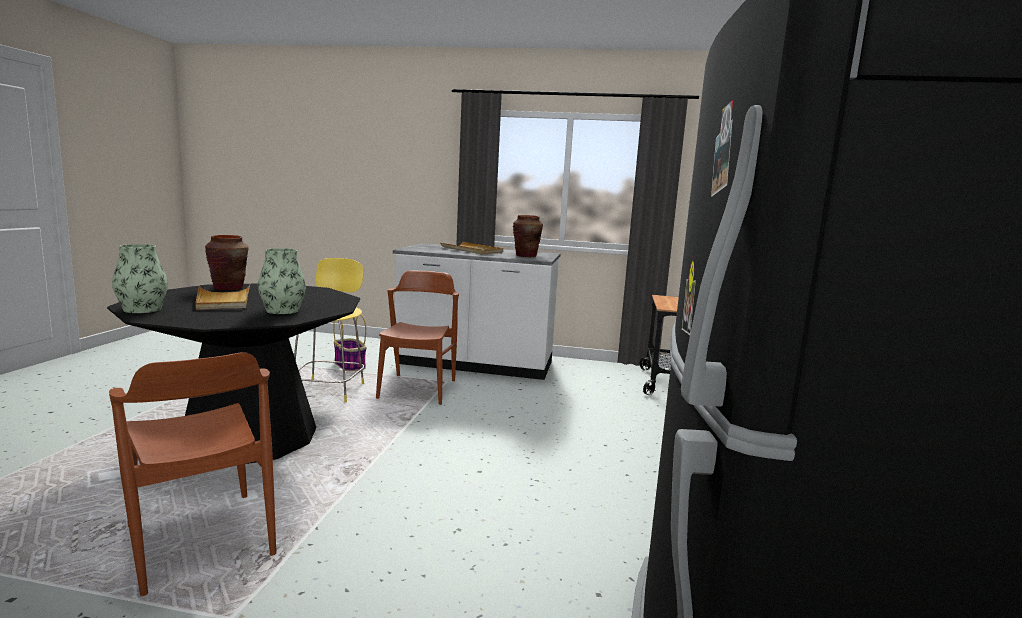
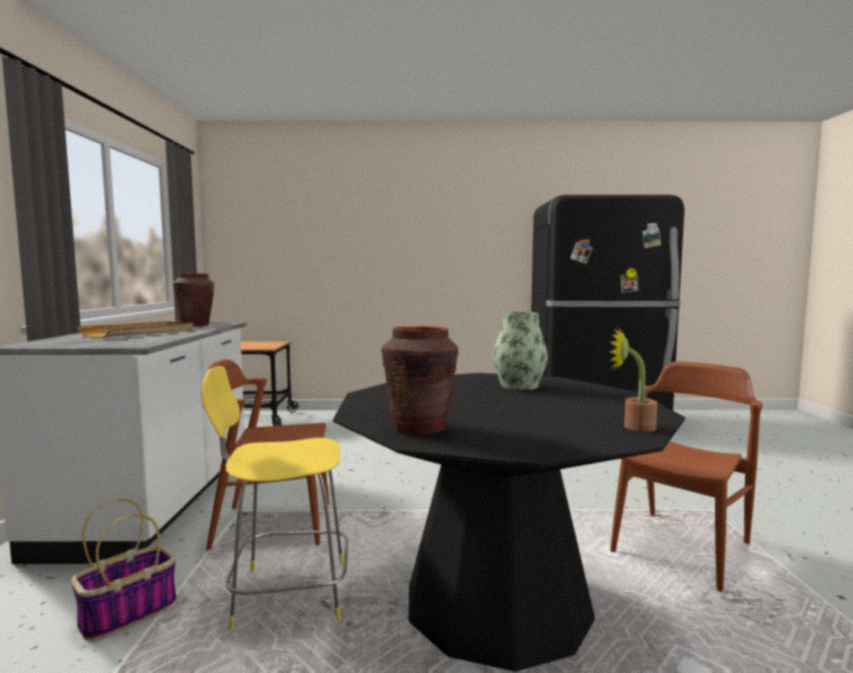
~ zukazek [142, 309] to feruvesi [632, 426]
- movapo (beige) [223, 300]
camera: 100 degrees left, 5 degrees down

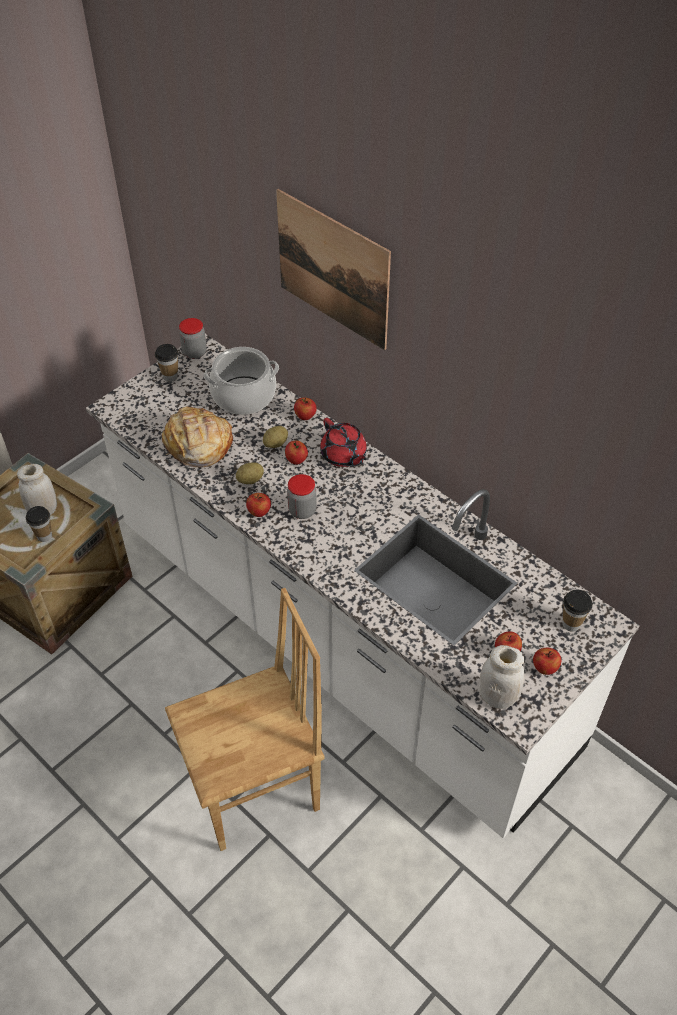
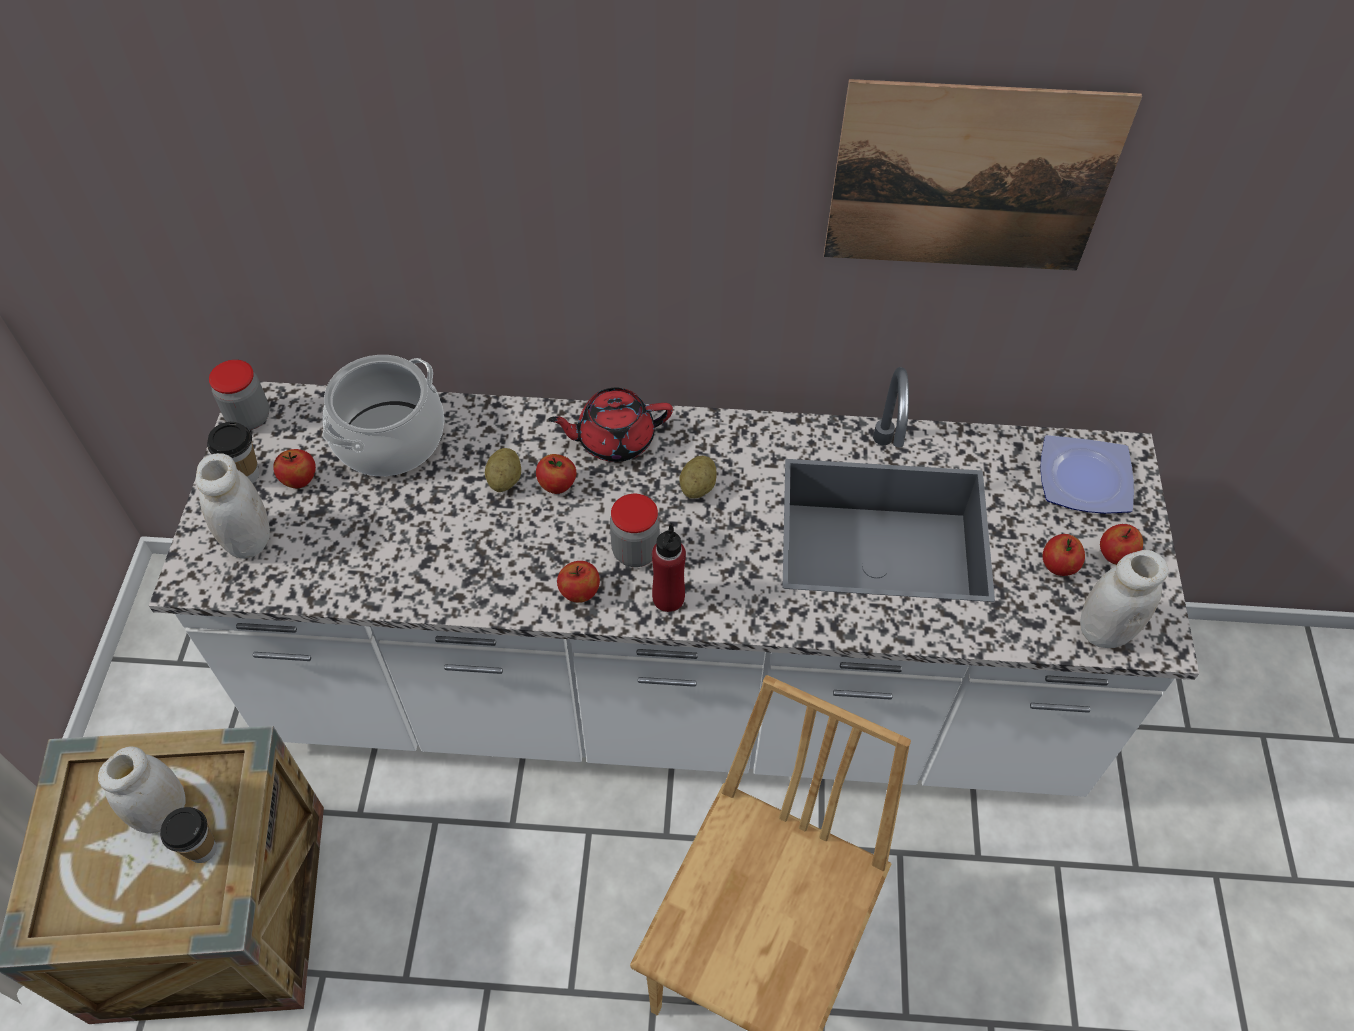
+ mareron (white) [248, 540]
~ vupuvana [305, 416] to [300, 480]
~ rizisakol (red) [343, 455] = [614, 439] 150 degrees clockwise
+ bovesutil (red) [668, 598]
~ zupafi [250, 480] to [698, 487]
~ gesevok [333, 269] to [970, 179]
~ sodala [571, 624] to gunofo [1086, 481]
- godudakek [197, 445]
camera: 40 degrees left, 5 degrees up

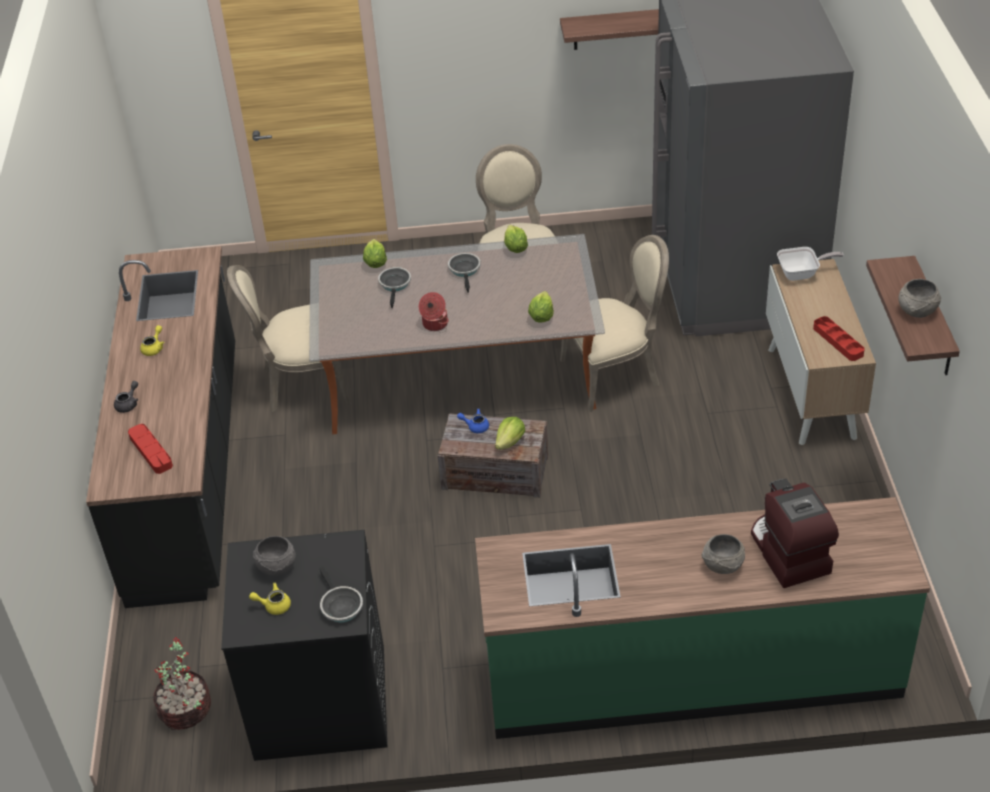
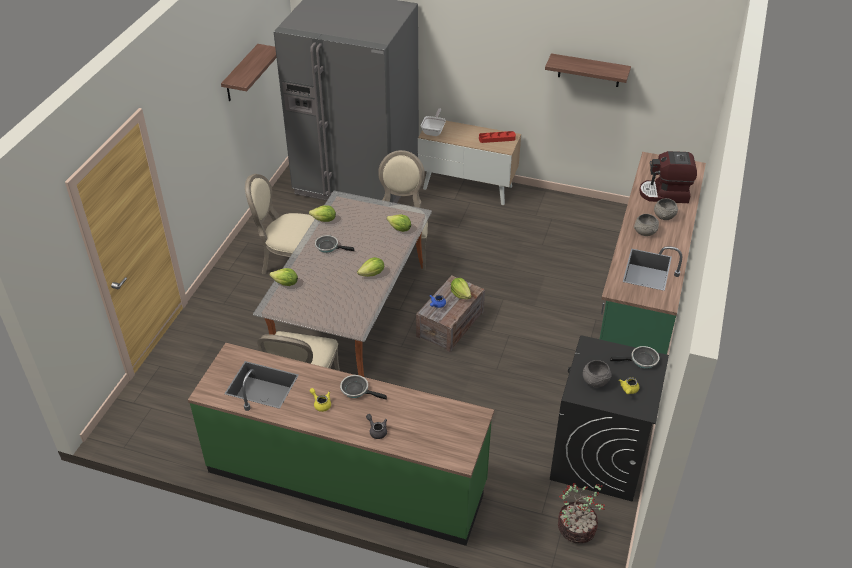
~ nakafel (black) [188, 470] to nakafel (green) [347, 477]
~ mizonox [395, 285] to [357, 390]
~ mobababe [434, 324] to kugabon [372, 274]
~ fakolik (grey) [917, 311] to [645, 232]
- movapo (red) [151, 451]
camera: 70 degrees left, 0 degrees up

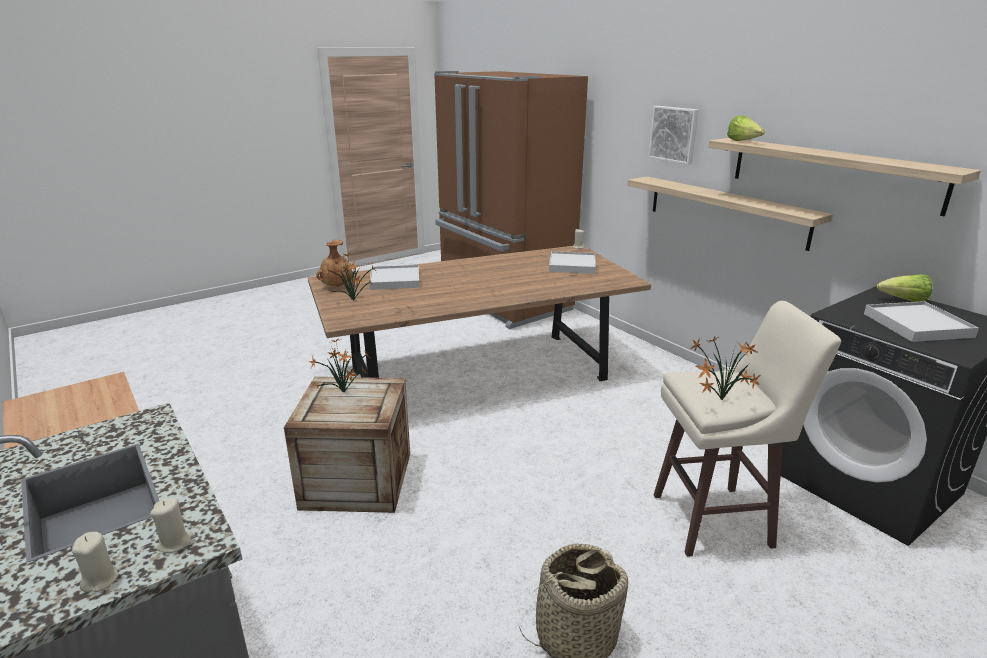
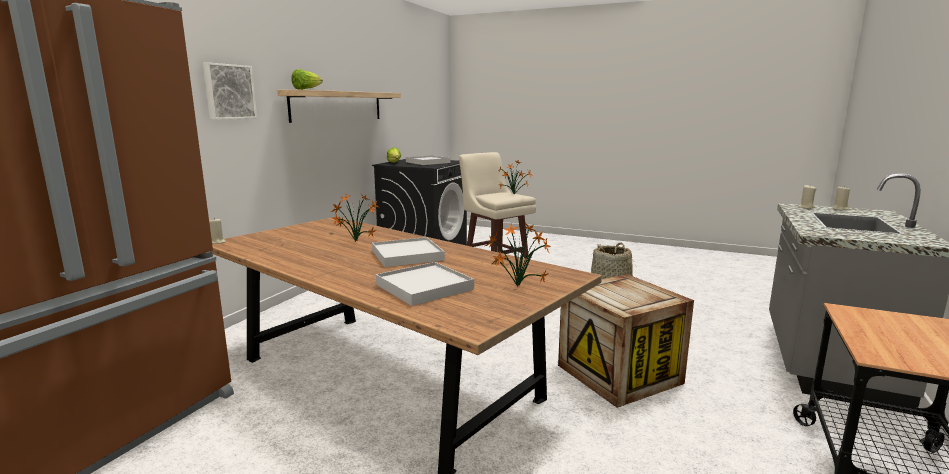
~ feruvesi [345, 392] to [355, 241]
~ movapo (white) [572, 265] to [407, 255]
- zukazek (brown) [337, 286]
- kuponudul [725, 211]
camera: 120 degrees left, 10 degrees down

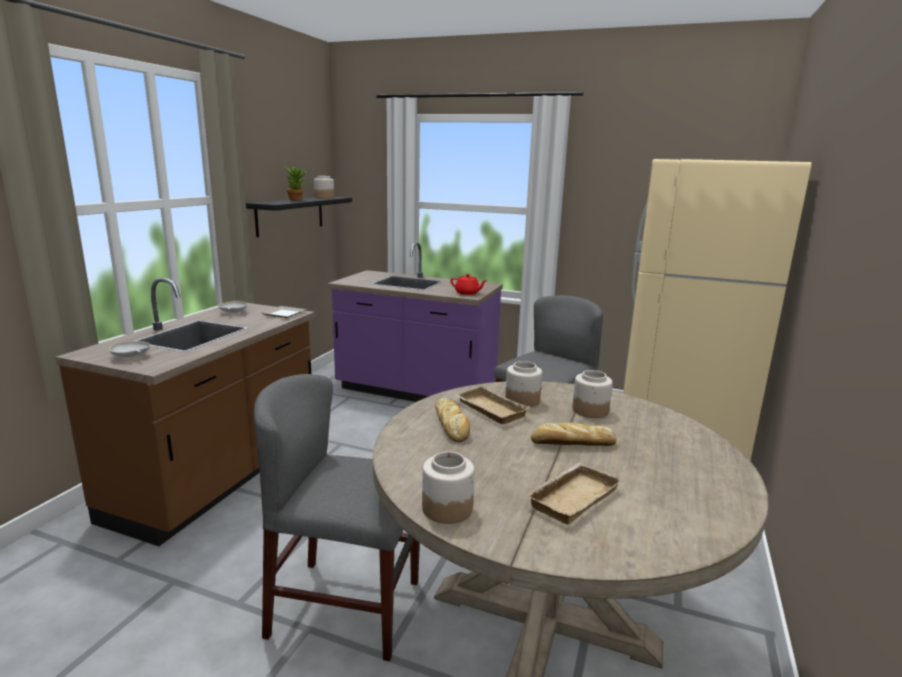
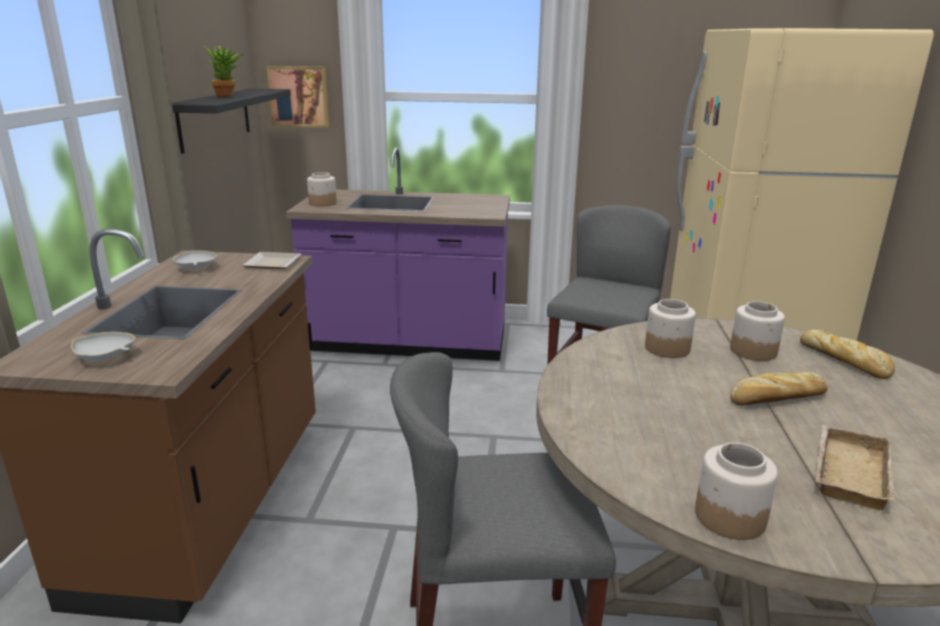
+ gesevok [299, 96]
~ mareron [324, 197] to [322, 203]
~ godudakek [452, 425] to [845, 361]
- rizisakol (red) [467, 293]
- movapo (beige) [488, 410]
camera: 15 degrees left, 5 degrees up

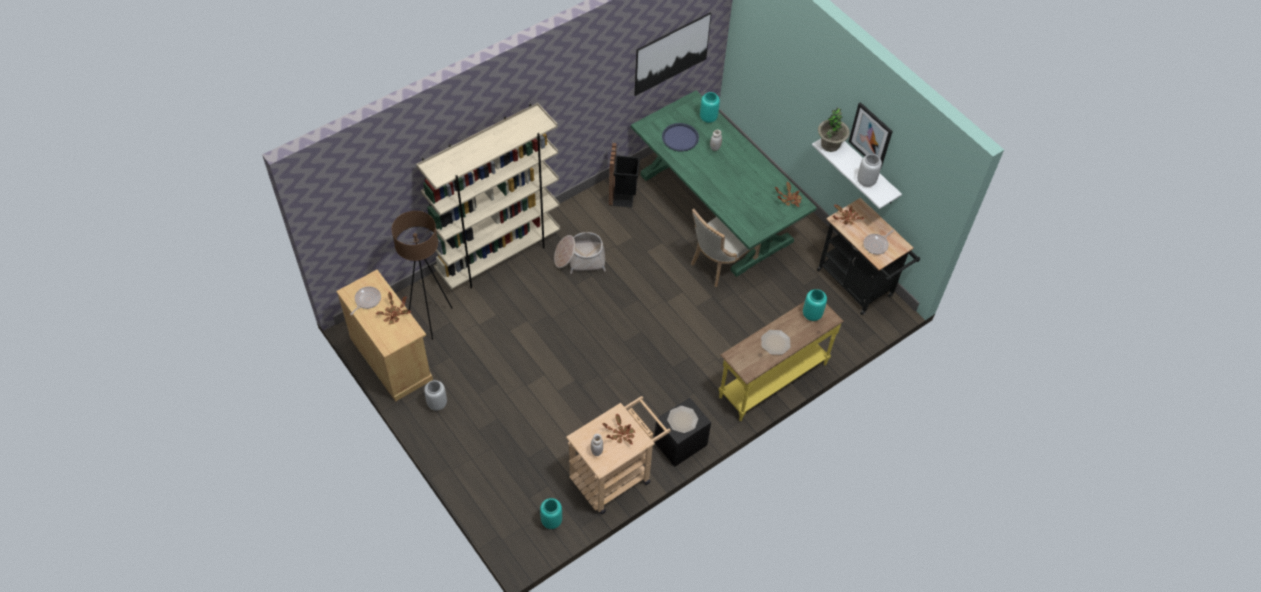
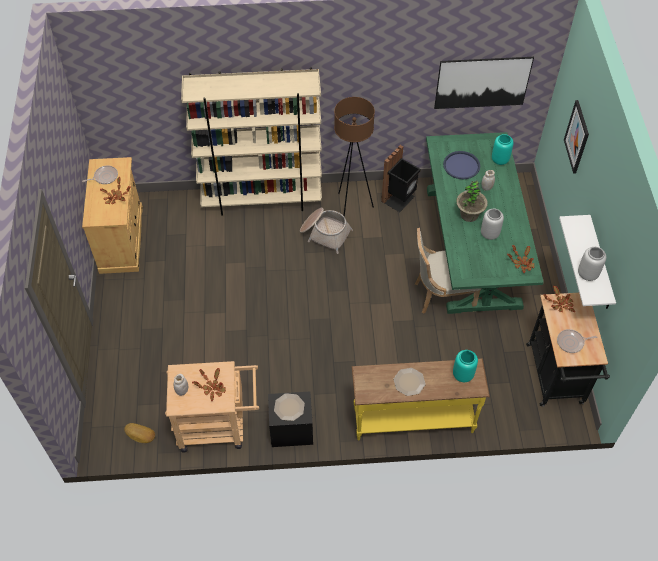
~ zukazek (turquoise) [552, 521] to godudakek [140, 434]
~ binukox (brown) [430, 319] to [351, 207]
~ feruvesi [830, 145] to [469, 214]
~ zukazek (grey) [437, 404] to [489, 234]
~ gesevok [871, 136] to [577, 137]
camera: 35 degrees right, 0 degrees up

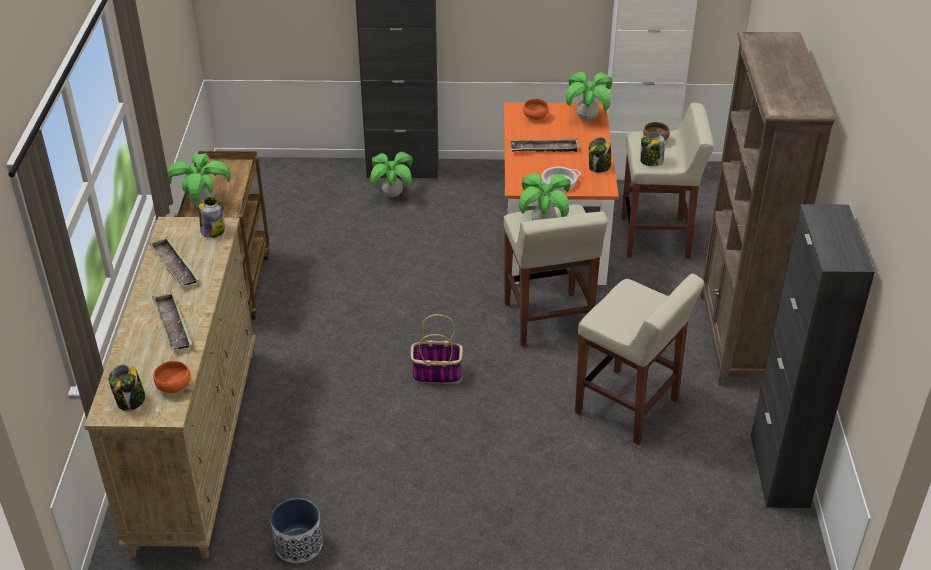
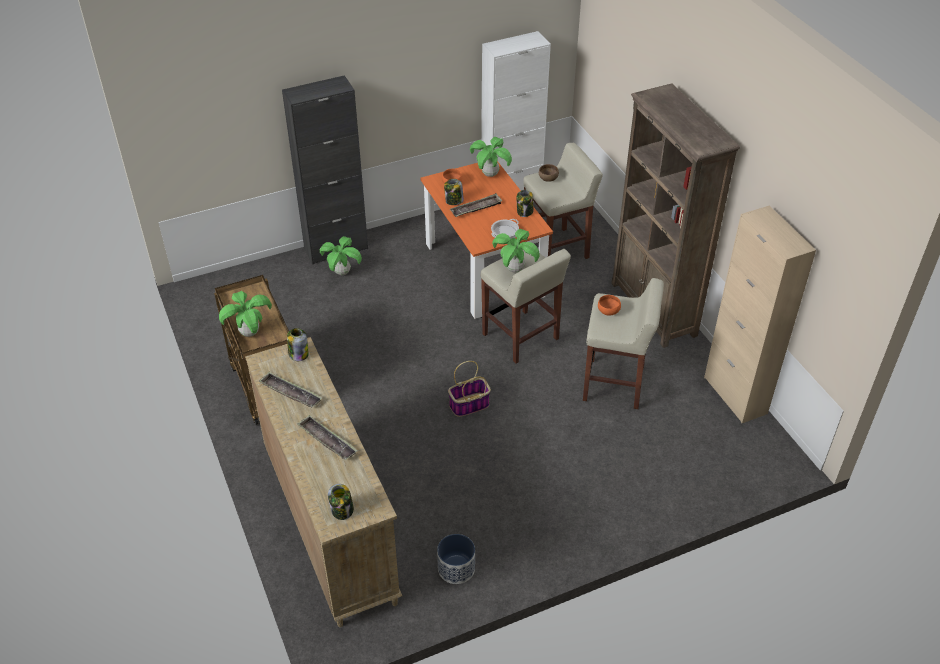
~ mareron [651, 161] to [454, 201]
~ fakolik (orange) [174, 386] to [608, 311]
~ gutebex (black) [779, 471] to gutebex (beige) [735, 395]
camera: 25 degrees left, 5 degrees up

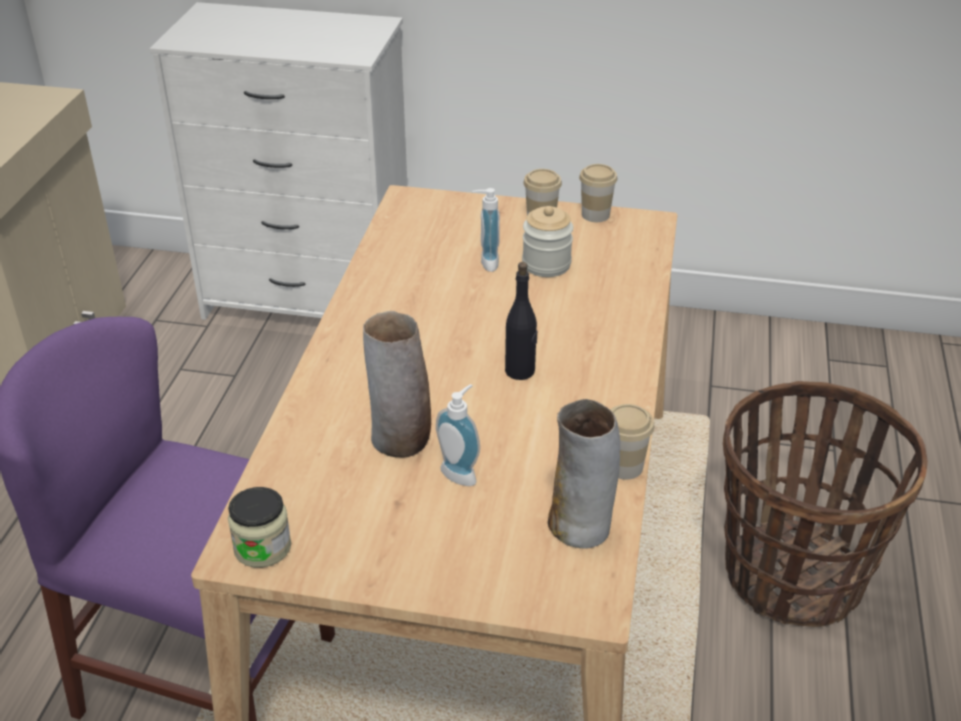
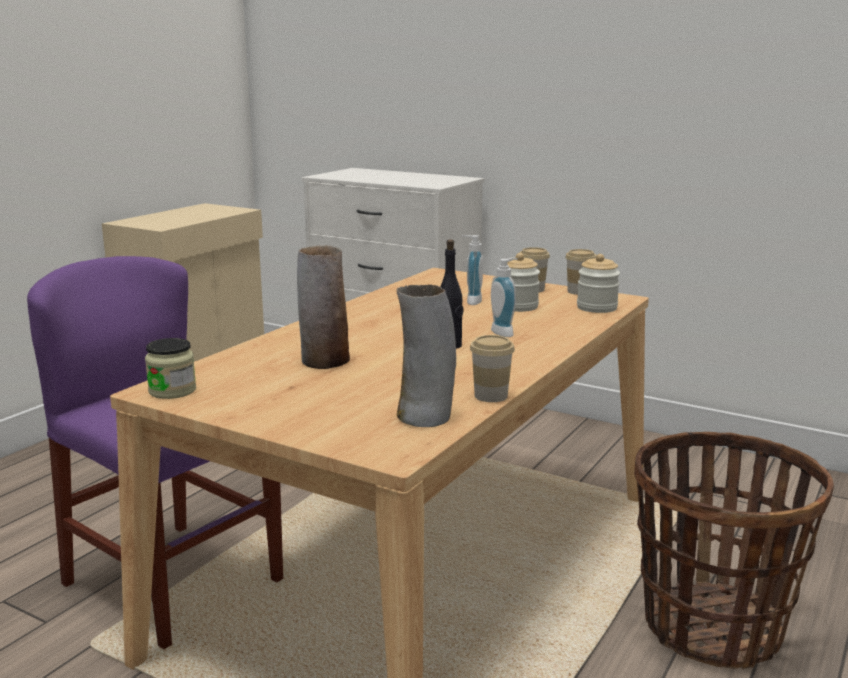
~ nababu [461, 473] to [505, 332]
+ mareron [597, 308]
camera: 20 degrees right, 20 degrees down

